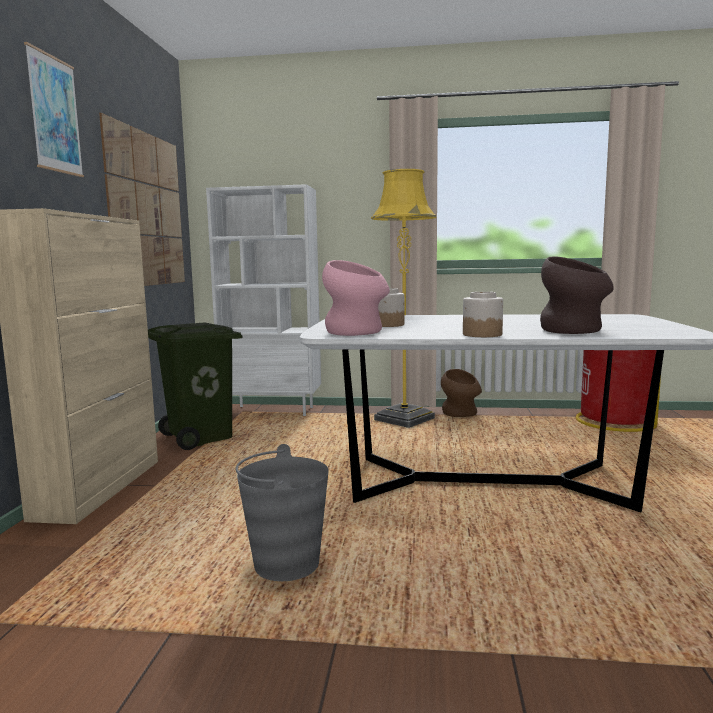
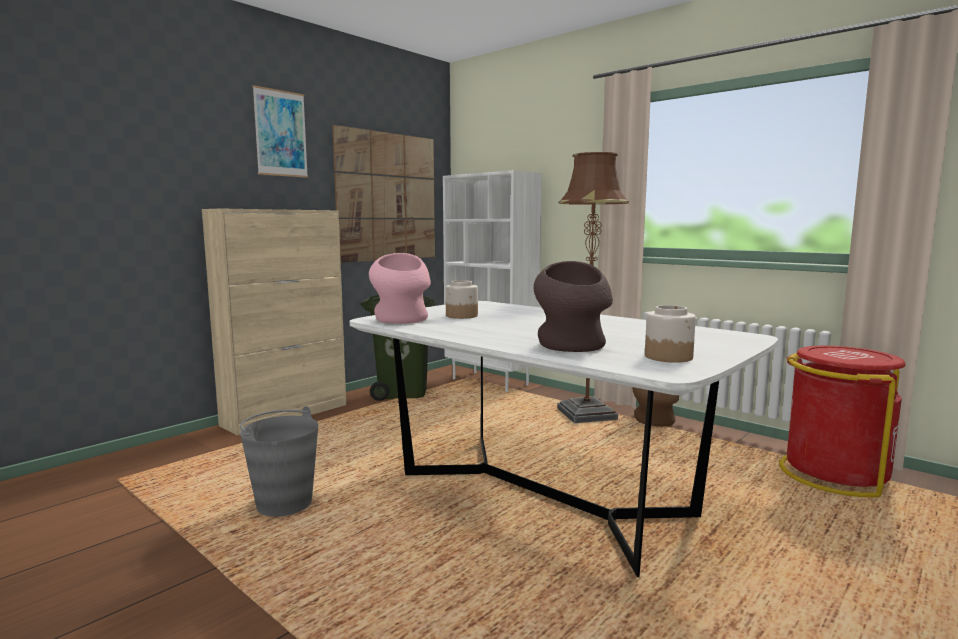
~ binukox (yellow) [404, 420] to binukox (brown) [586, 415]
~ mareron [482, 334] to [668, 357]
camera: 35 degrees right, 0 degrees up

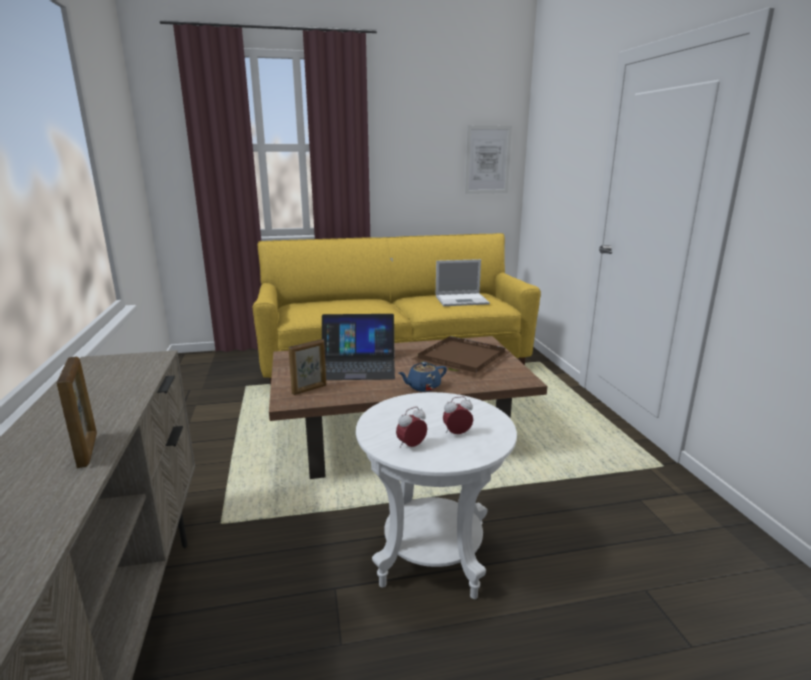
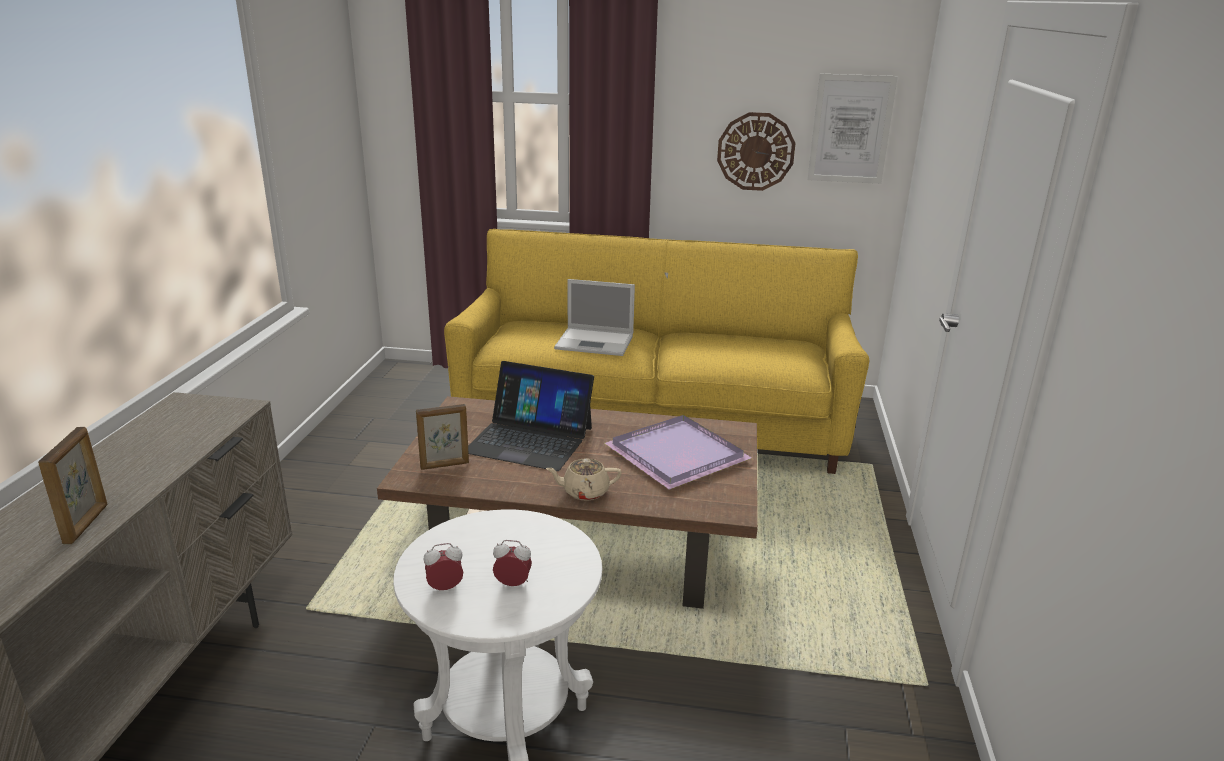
~ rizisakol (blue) [423, 387] to rizisakol (beige) [584, 492]
~ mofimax [462, 300] to [596, 342]
~ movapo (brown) [459, 358] to movapo (purple) [673, 454]
+ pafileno [755, 151]
camera: 20 degrees right, 5 degrees up

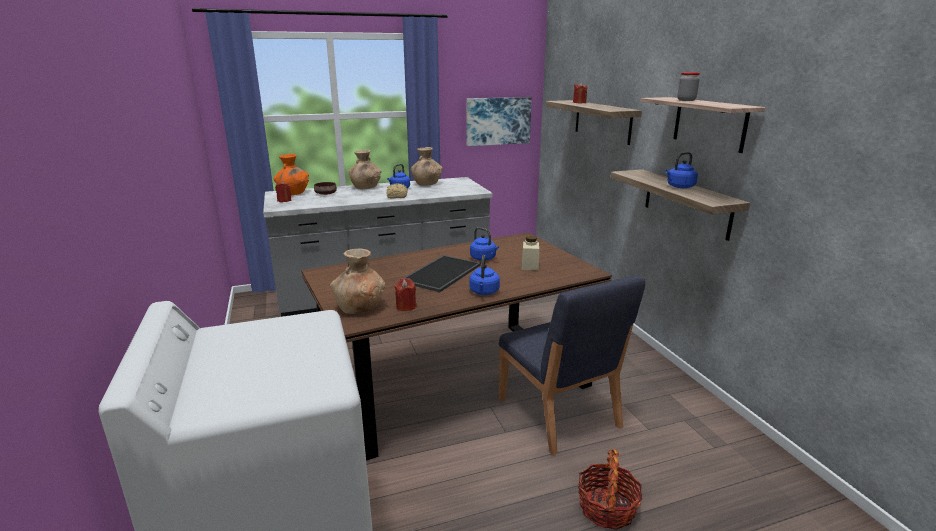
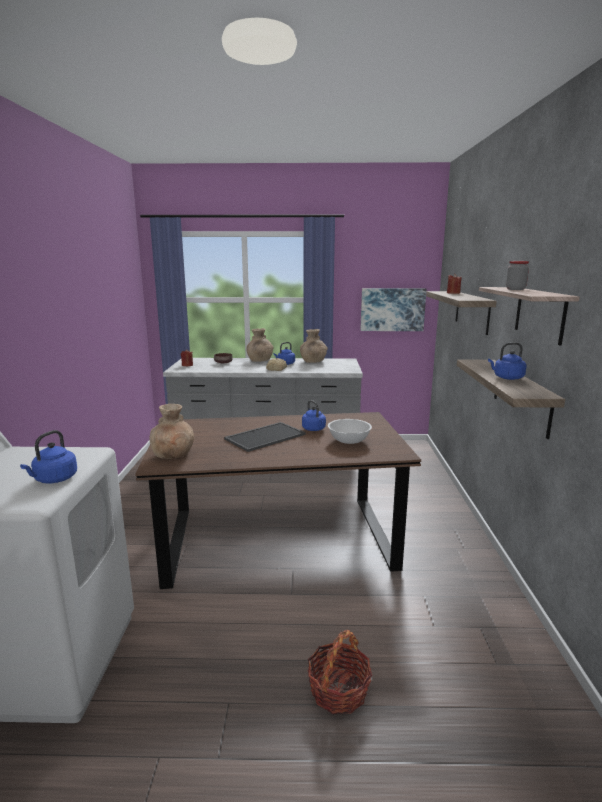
~ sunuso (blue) [484, 292] to [54, 479]
~ mareron (beige) [530, 266] to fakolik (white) [349, 441]
- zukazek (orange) [293, 193]
- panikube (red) [406, 306]
- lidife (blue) [558, 414]
camera: 20 degrees right, 5 degrees down

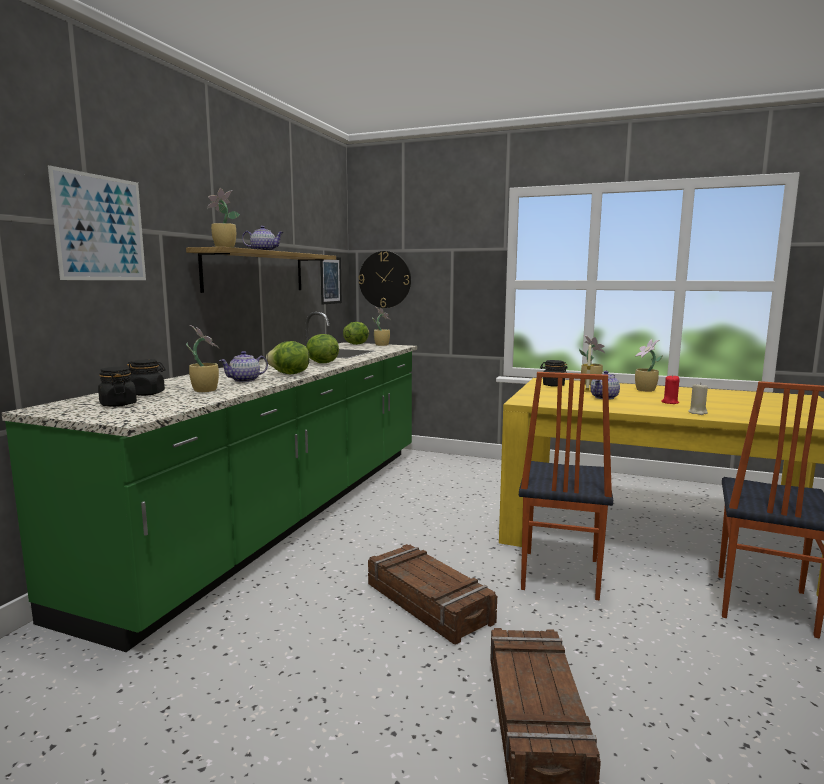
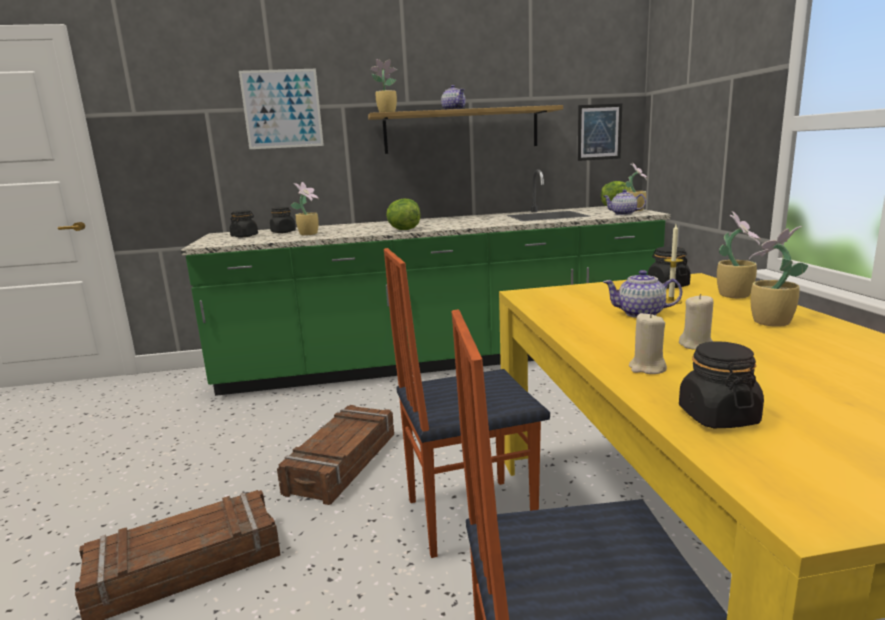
~ rizisakol [245, 380] to [623, 214]
~ panikube (red) [670, 402] to panikube (beige) [696, 345]
+ mareron (black) [717, 416]
- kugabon [321, 363]
- pafileno [385, 279]
camera: 60 degrees right, 5 degrees up

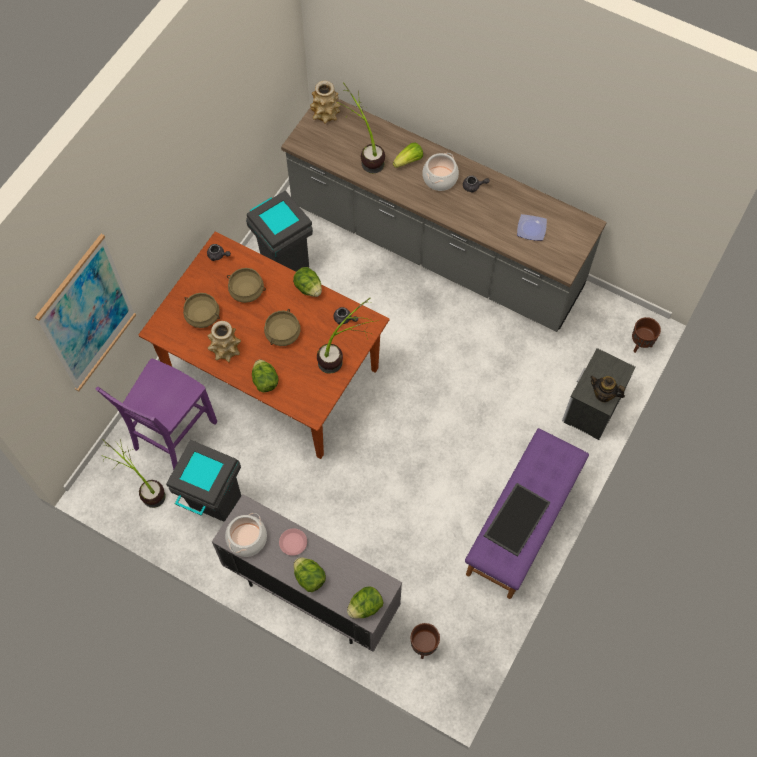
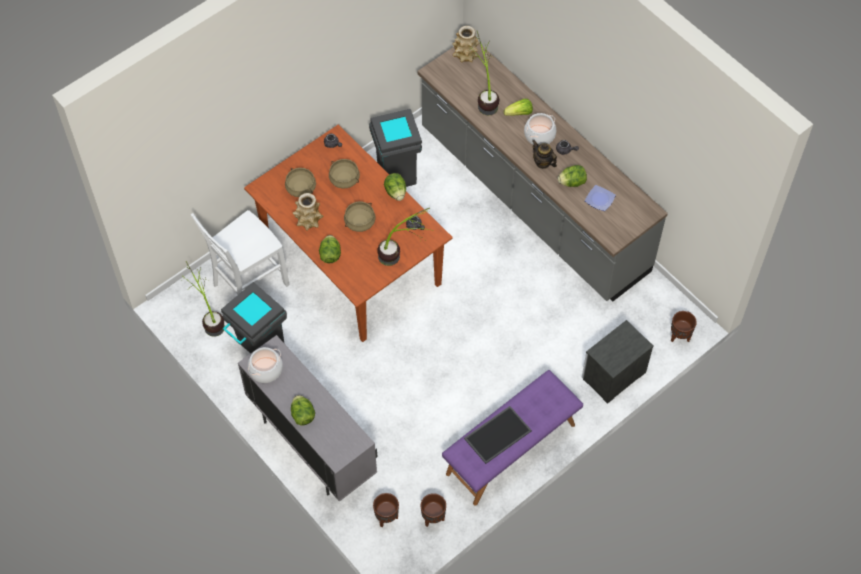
~ lidife (purple) [172, 436] to lidife (white) [248, 284]
+ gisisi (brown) [433, 518]
~ rizisakol [603, 394] to [543, 162]
~ kugabon [365, 606] to [572, 182]
- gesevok [87, 315]
- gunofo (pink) [293, 543]
camera: 20 degrees right, 5 degrees down

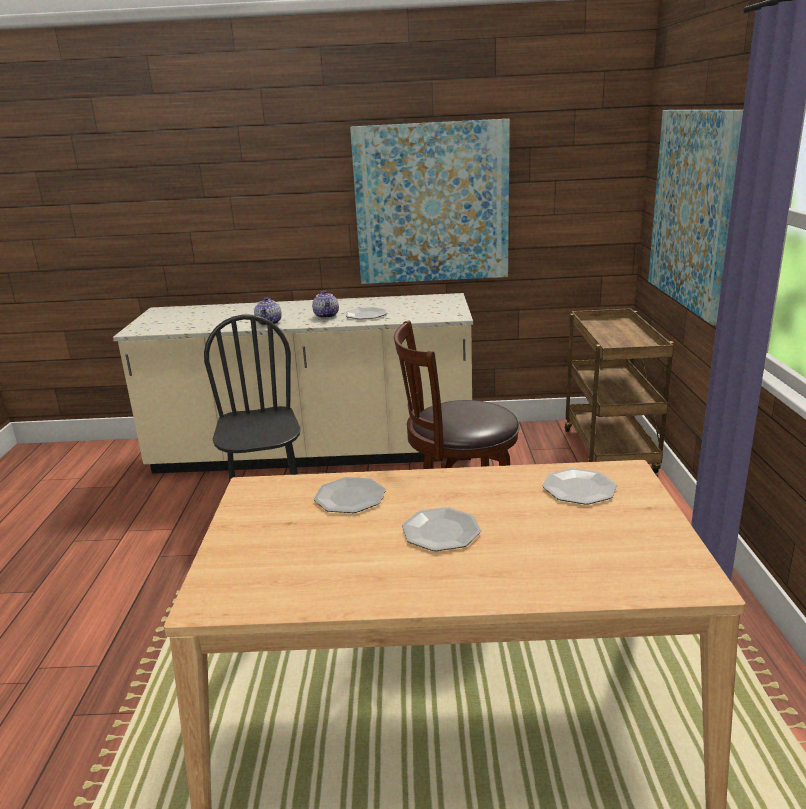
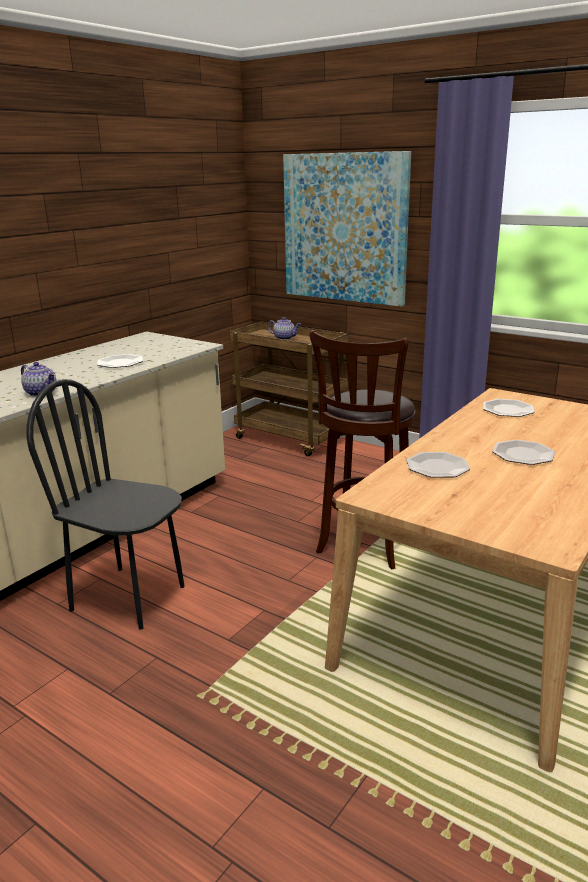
~ rizisakol [327, 316] to [284, 338]
- gesevok [431, 204]
camera: 55 degrees left, 0 degrees up

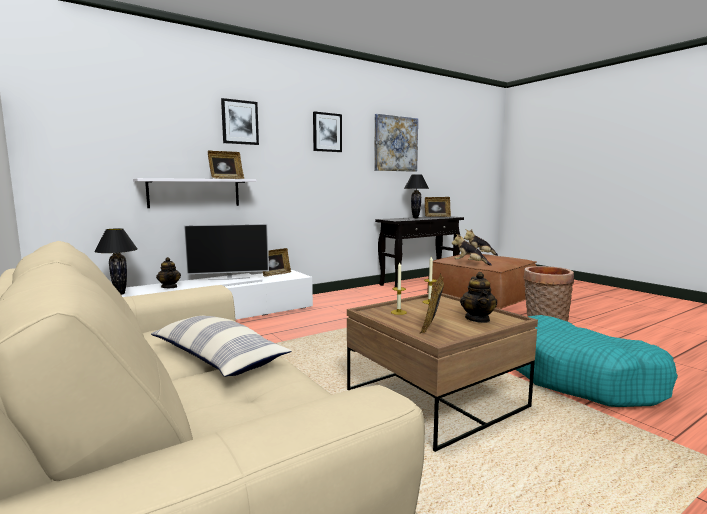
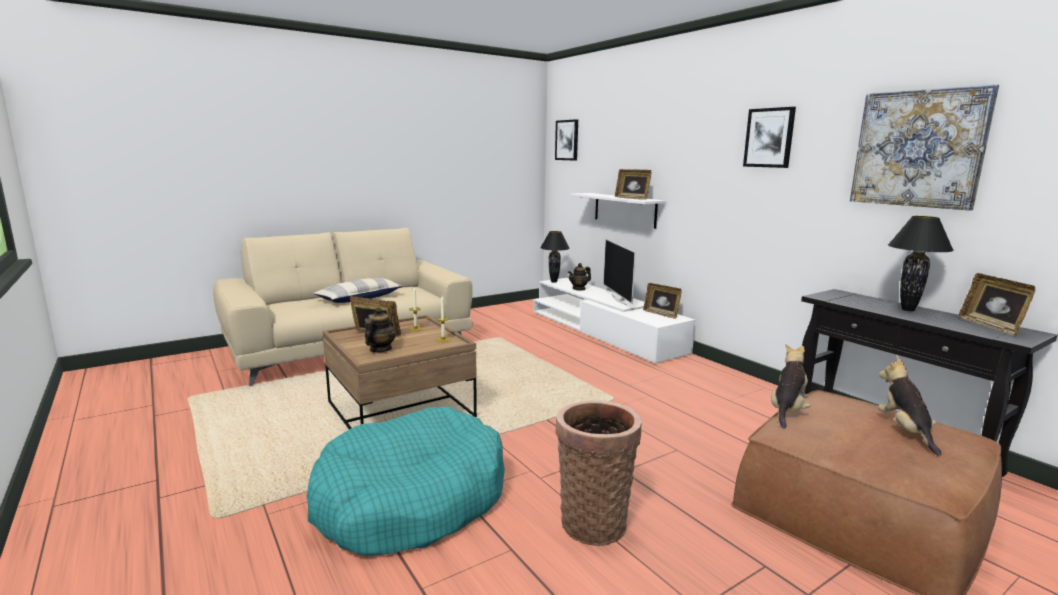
~ rizisakol [478, 319] = [380, 349] 105 degrees clockwise
~ gesevok [240, 122] to [567, 140]
camera: 90 degrees right, 5 degrees up

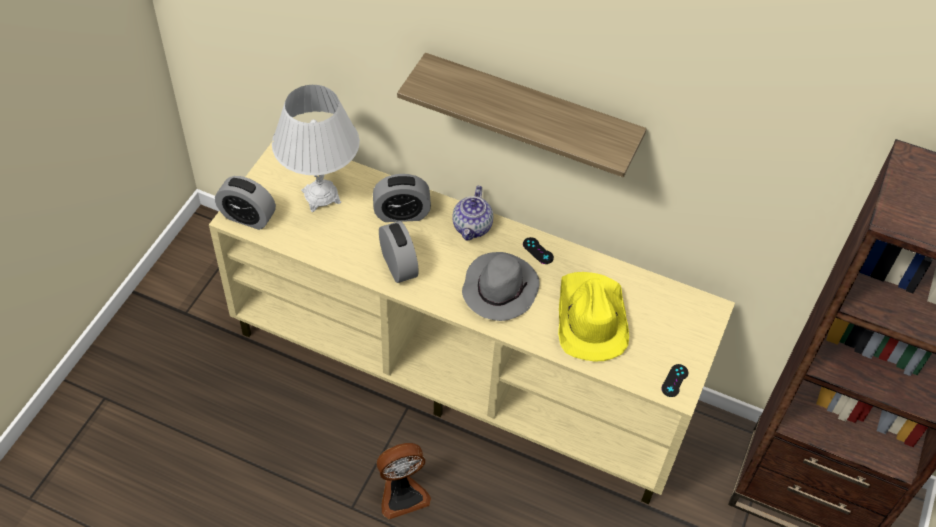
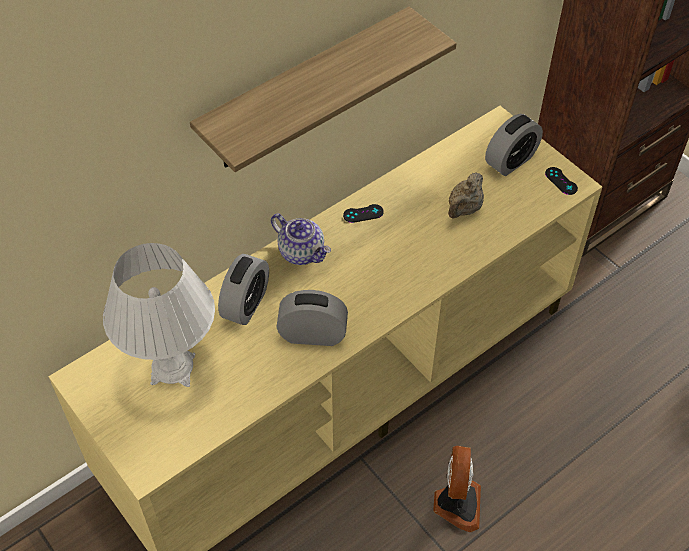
~ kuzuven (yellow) [590, 318] to rizisakol (beige) [464, 209]
~ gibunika [248, 217] to [510, 161]
- kuzuven (grey) [499, 288]
camera: 60 degrees left, 0 degrees up

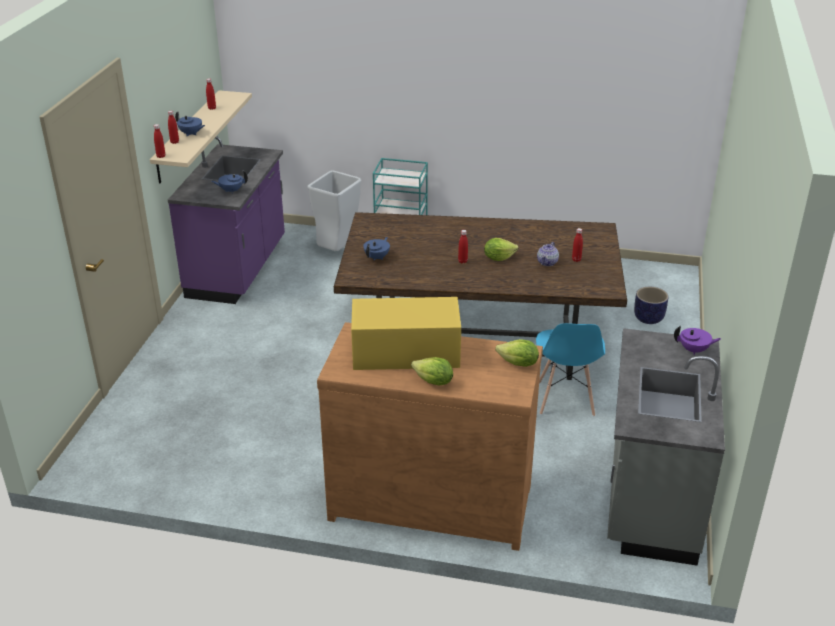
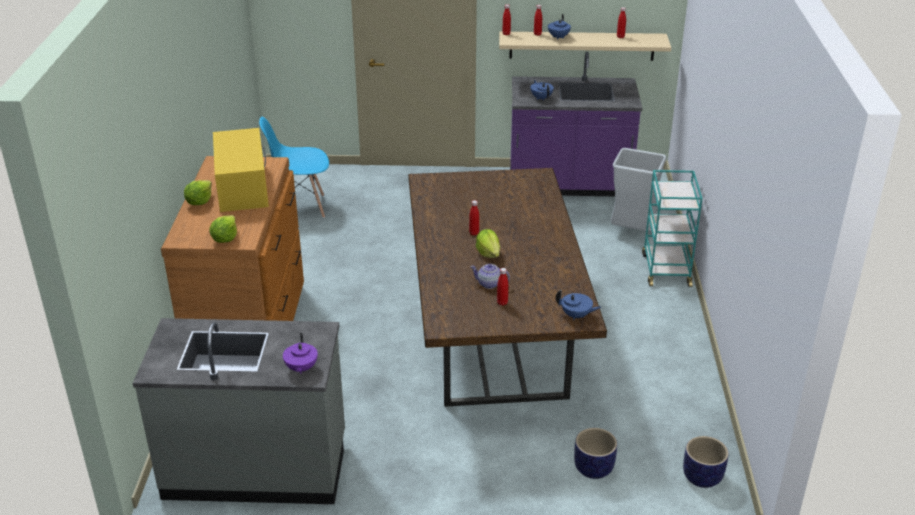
~ lidife (blue) [565, 399] to [301, 207]
~ rizisakol (blue) [377, 257] to [576, 316]
+ gisisi [702, 478]
camera: 80 degrees right, 0 degrees up

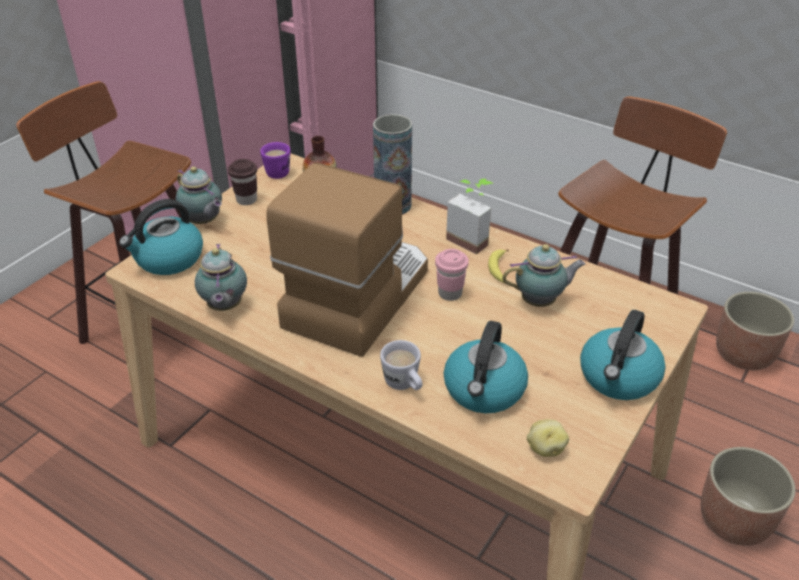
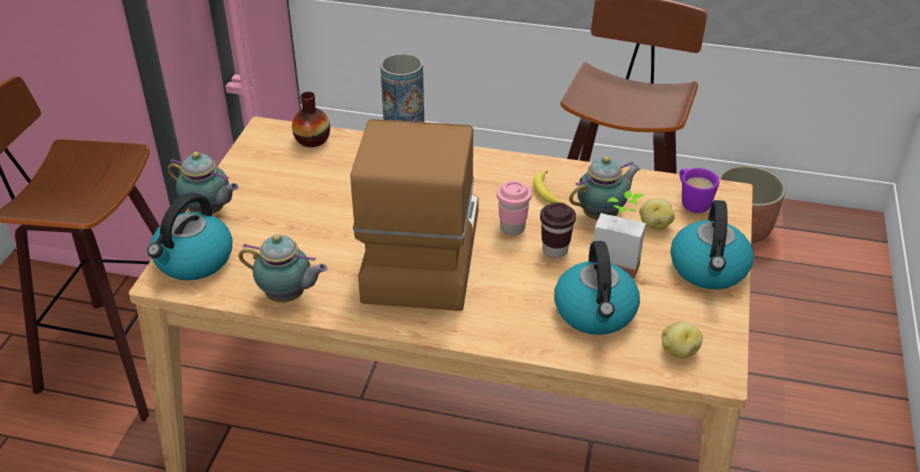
~ rizisakol [224, 307] = [288, 297] 45 degrees counterclockwise
~ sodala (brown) [246, 200] to [555, 250]
~ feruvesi [471, 238] to [617, 260]
+ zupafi [655, 224]
~ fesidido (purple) [278, 171] to [691, 202]
- fesidido (white) [404, 385]
- gisisi [734, 520]
camera: 20 degrees left, 0 degrees up

